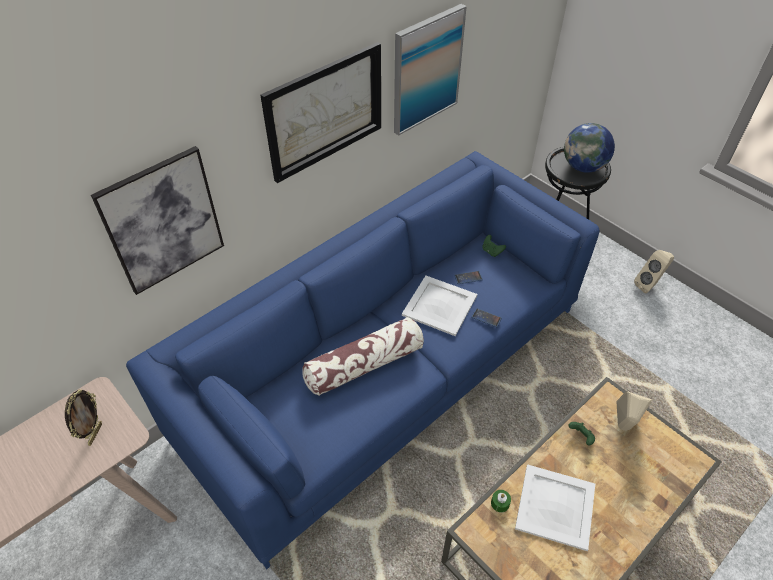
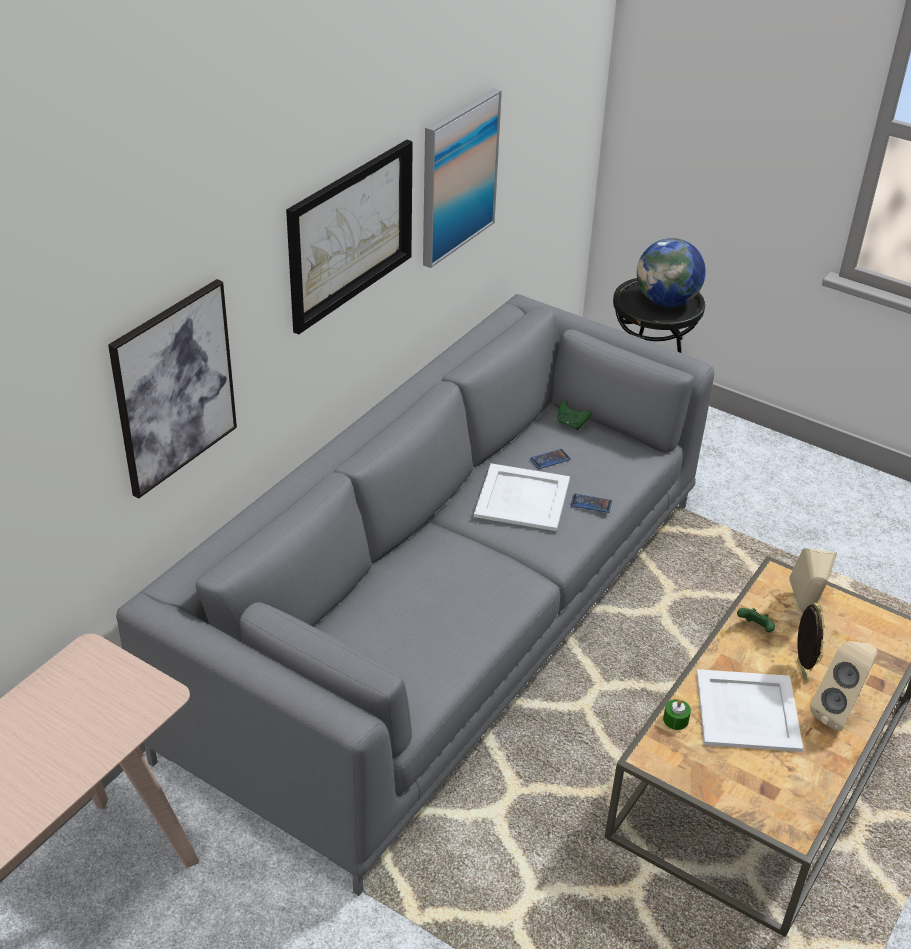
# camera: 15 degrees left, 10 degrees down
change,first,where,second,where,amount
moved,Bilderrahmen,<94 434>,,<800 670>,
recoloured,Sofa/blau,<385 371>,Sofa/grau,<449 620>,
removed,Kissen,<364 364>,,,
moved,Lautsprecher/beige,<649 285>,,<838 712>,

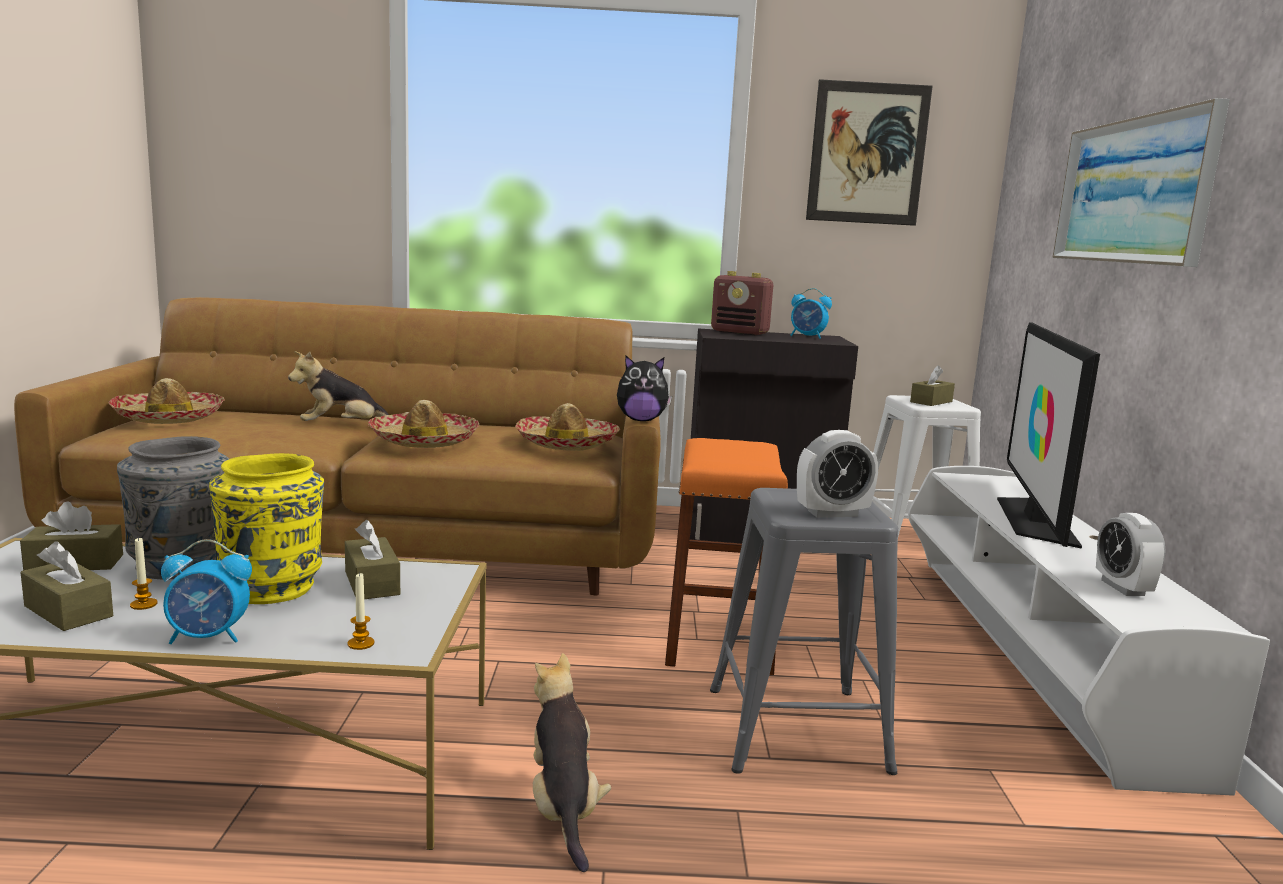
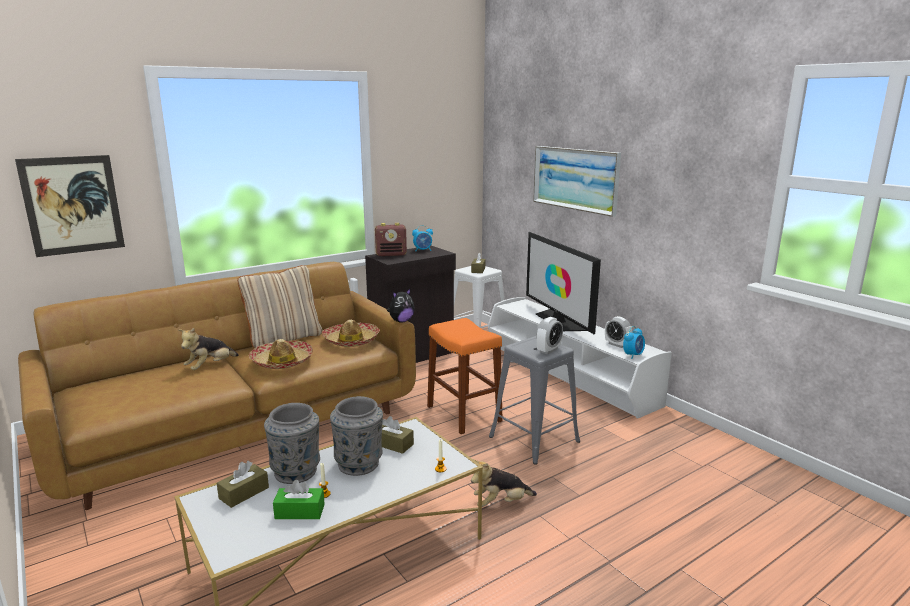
# camera: 35 degrees left, 5 degrees up
change,first,where,second,where,amount
recoloured,Taschentuchbox/braun,<68 611>,Taschentuchbox/grün,<300 511>,
removed,Hut,<168 418>,,,
moved,Wecker,<209 637>,,<633 355>,
recoloured,Vase/gelb,<273 587>,Vase/grau,<359 463>,
turned,Plüschtier,<563 808>,,<501 503>,60 degrees counterclockwise
moved,Bild,<867 153>,,<73 205>,
added,,,Kissen/beige,<284 339>,

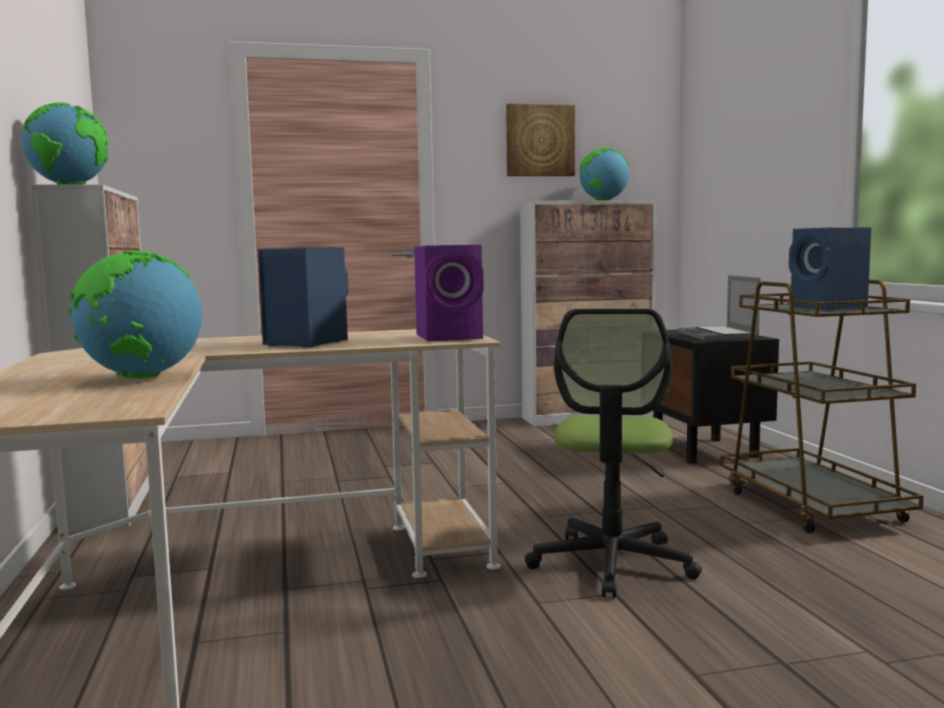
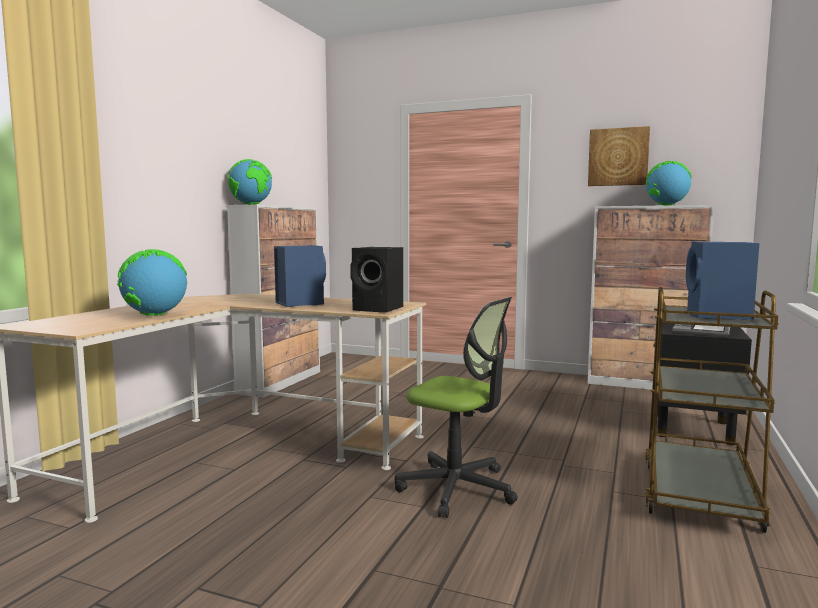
# camera: 35 degrees right, 0 degrees up
change,first,where,second,where,amount
recoloured,Lautsprecher/lila,<451 337>,Lautsprecher/schwarz,<379 309>,
turned,Bürostuhl,<612 564>,,<457 488>,105 degrees counterclockwise

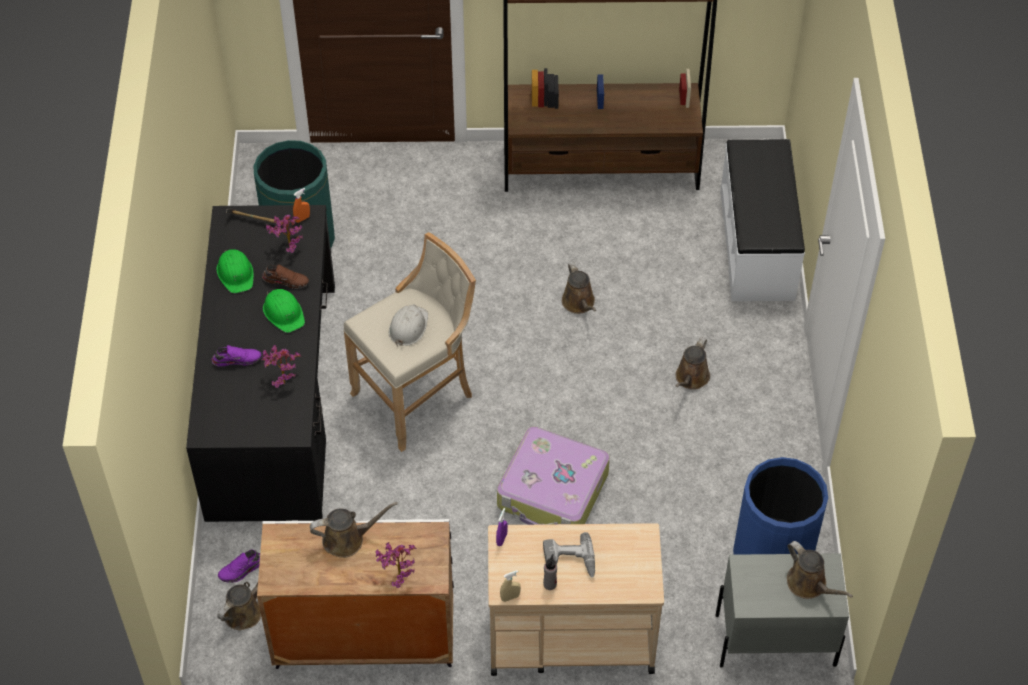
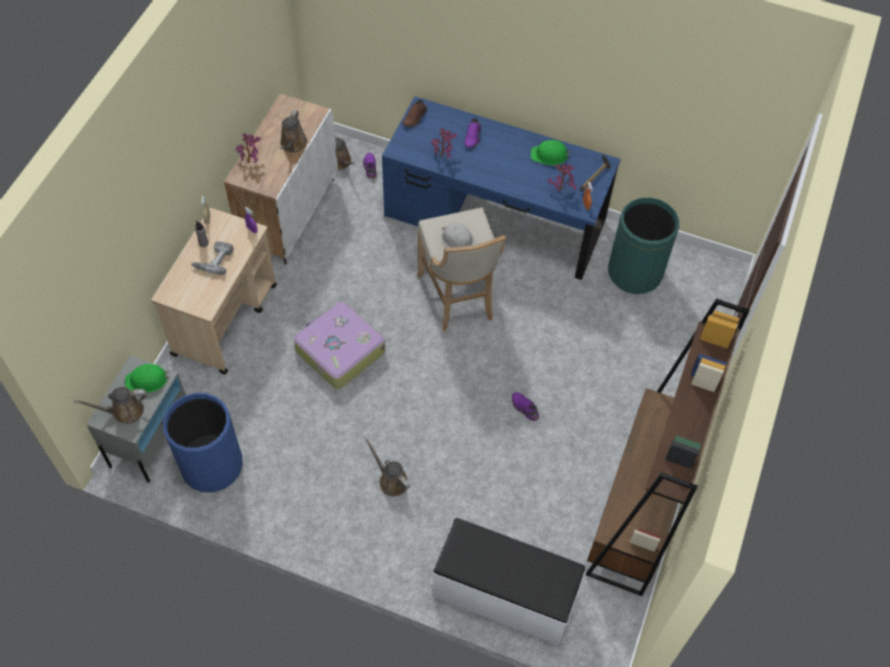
# camera: 110 degrees right, 5 degrees up
change,first,where,second,where,amount
recoloured,Schreibtisch/schwarz,<273 398>,Schreibtisch/blau,<495 218>,
moved,Schuh/braun,<286 280>,,<415 118>,
moved,Schutzhelm/grün,<284 312>,,<147 380>,
removed,Gießkanne/braun,<579 303>,,,
added,,,Schuh/lila,<524 408>,

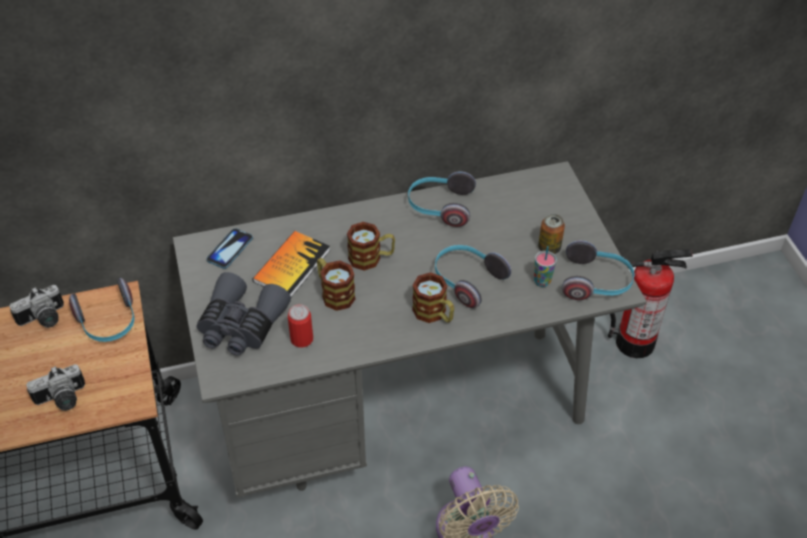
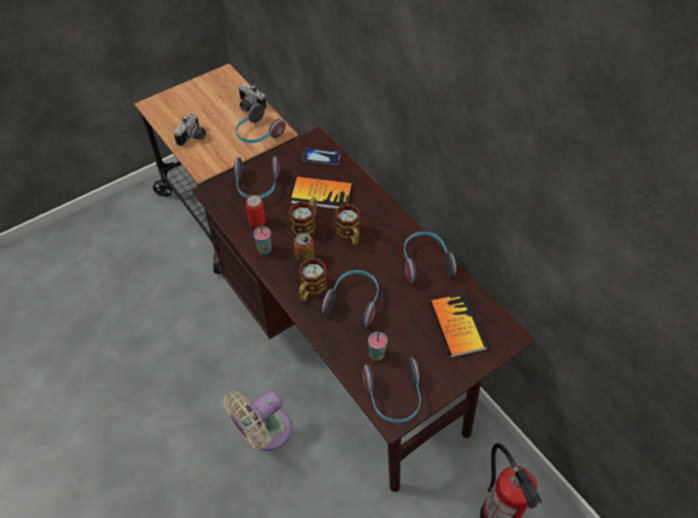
# camera: 70 degrees right, 5 degrees up
change,first,where,second,where,amount
turned,Kamera,<62 400>,,<193 137>,105 degrees counterclockwise
recoloured,Schreibtisch/grau,<402 411>,Schreibtisch/braun,<349 358>,
replaced,Fernglas/grau,<241 325>,Kopfhörer,<257 186>,
moved,Dose,<549 248>,,<305 258>,
added,,,Tasse,<264 250>,
added,,,Buch,<457 326>,

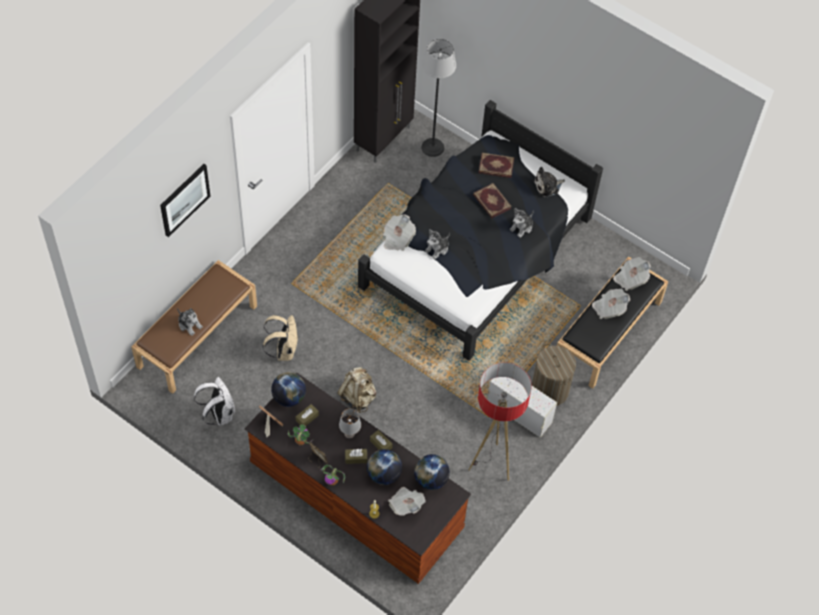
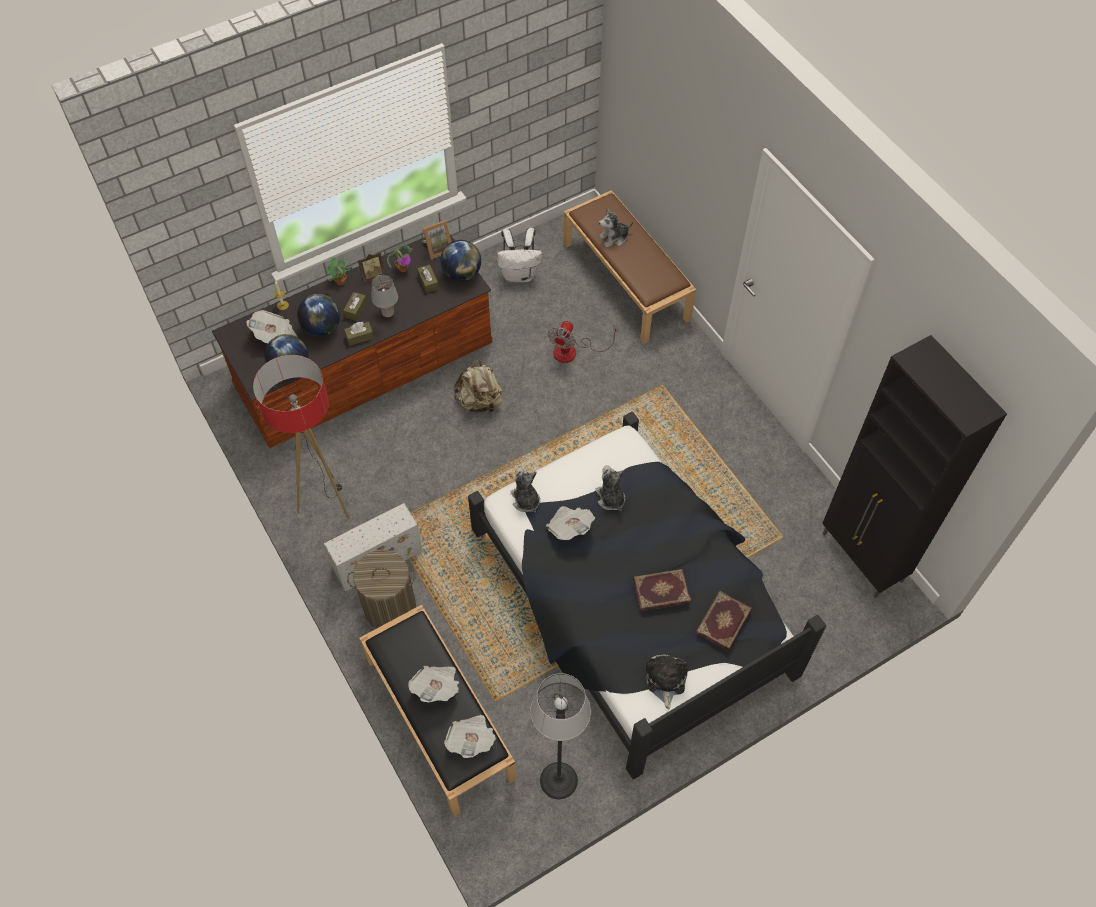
# camera: 115 degrees right, 0 degrees up
change,first,where,second,where,amount
removed,Bild,<184 199>,,,
replaced,Rucksack/beige,<283 350>,Ventilator,<573 351>,
moved,Zeitung,<397 238>,,<570 527>,
moved,Stehlampe,<432 147>,,<558 780>,
moved,Plüschtier,<521 227>,,<525 500>,

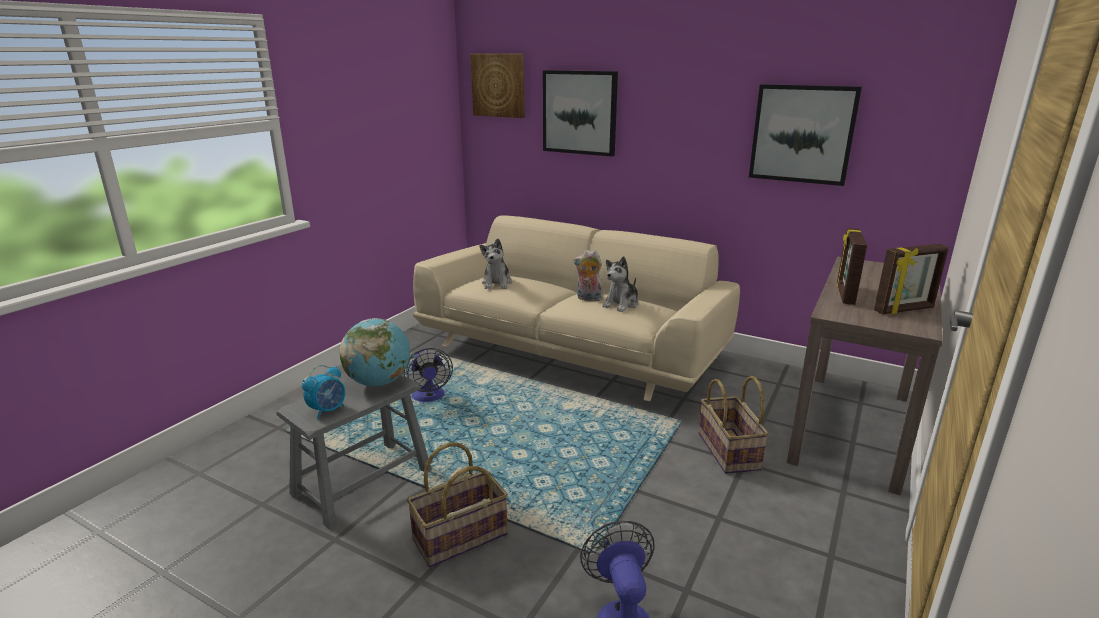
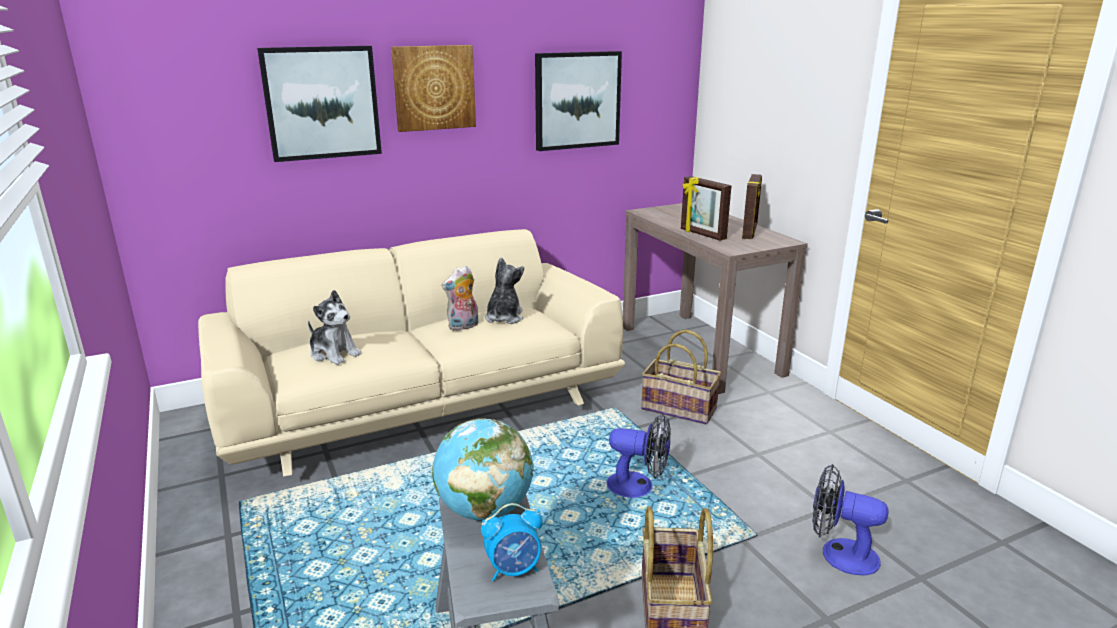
# camera: 55 degrees left, 0 degrees up
change,first,where,second,where,amount
turned,Wecker,<328 410>,,<514 570>,90 degrees clockwise
moved,Ventilator,<429 398>,,<638 487>,
moved,Bild,<498 85>,,<434 87>,
turned,Plüschtier,<621 304>,,<504 318>,150 degrees counterclockwise

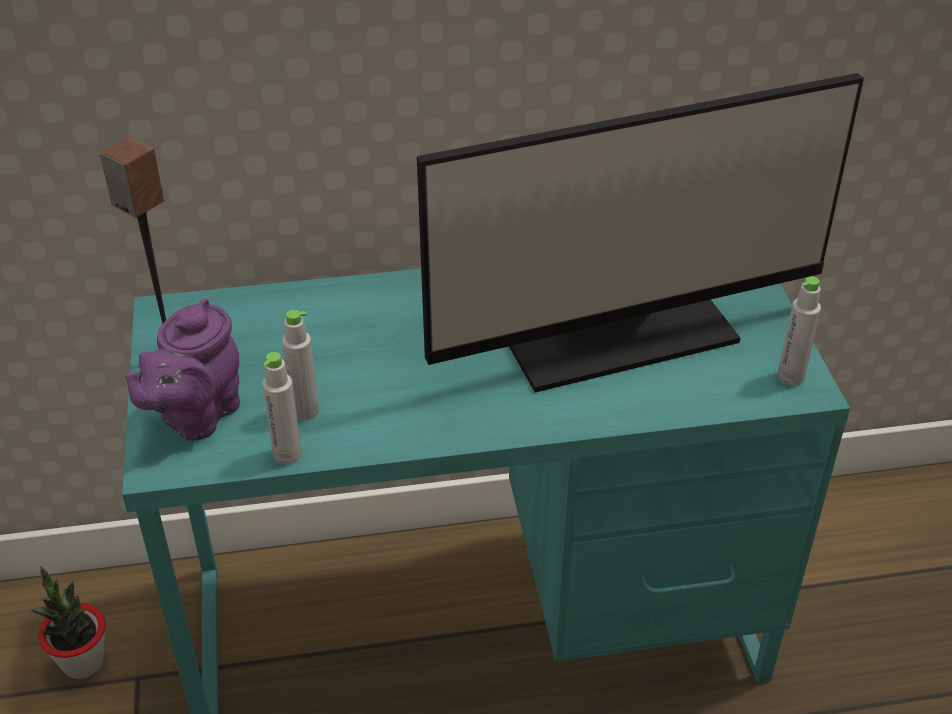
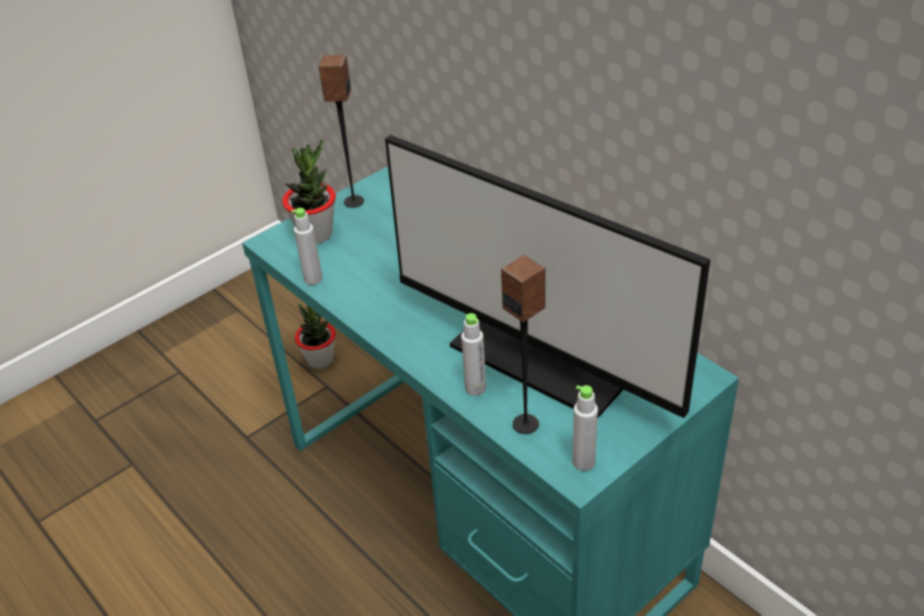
# camera: 60 degrees right, 0 degrees up
change,first,where,second,where,amount
replaced,Teekanne/lila,<196 416>,Topfpflanze,<316 234>,
moved,Flasche/grau,<305 411>,,<475 388>,
added,,,Lautsprecher,<526 424>,

